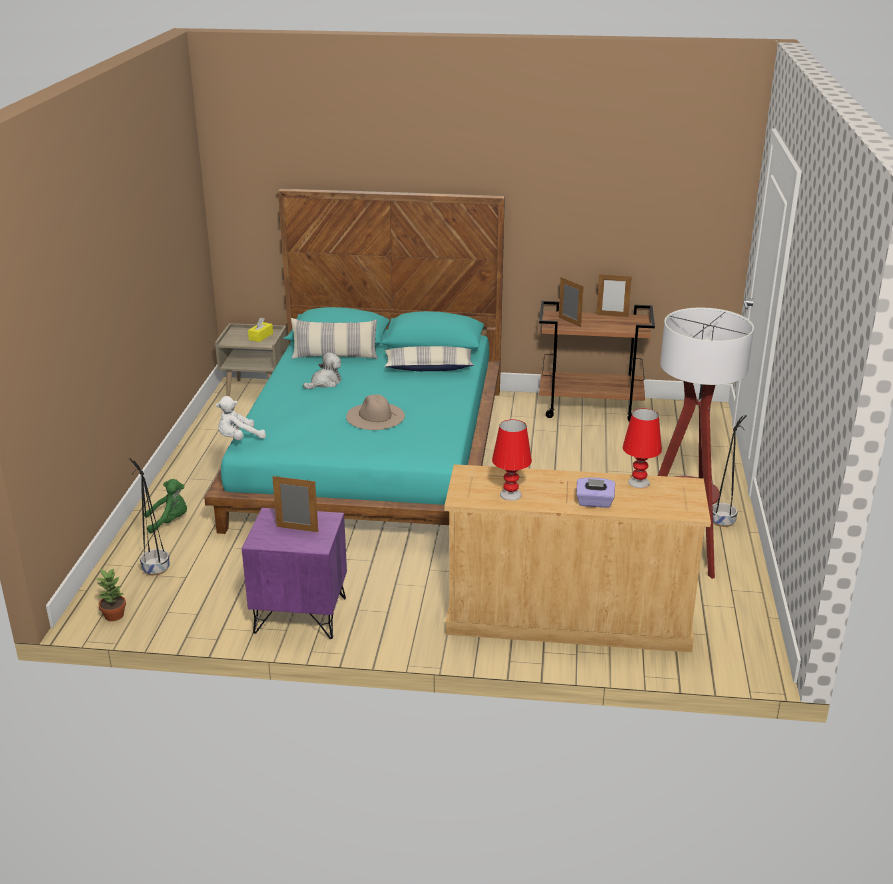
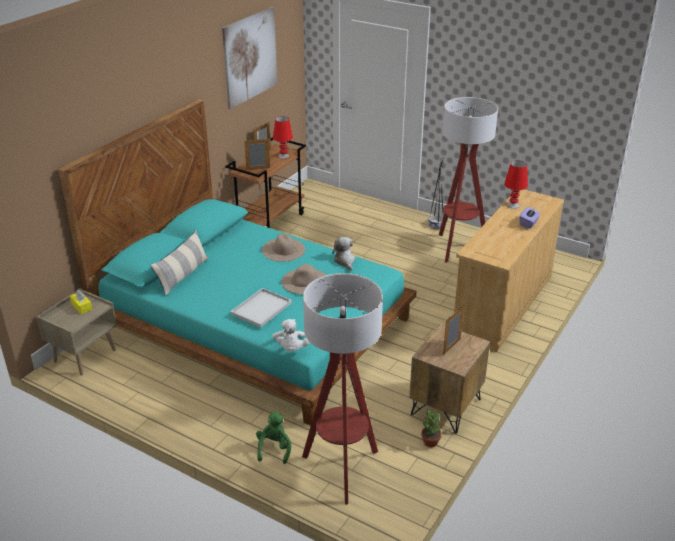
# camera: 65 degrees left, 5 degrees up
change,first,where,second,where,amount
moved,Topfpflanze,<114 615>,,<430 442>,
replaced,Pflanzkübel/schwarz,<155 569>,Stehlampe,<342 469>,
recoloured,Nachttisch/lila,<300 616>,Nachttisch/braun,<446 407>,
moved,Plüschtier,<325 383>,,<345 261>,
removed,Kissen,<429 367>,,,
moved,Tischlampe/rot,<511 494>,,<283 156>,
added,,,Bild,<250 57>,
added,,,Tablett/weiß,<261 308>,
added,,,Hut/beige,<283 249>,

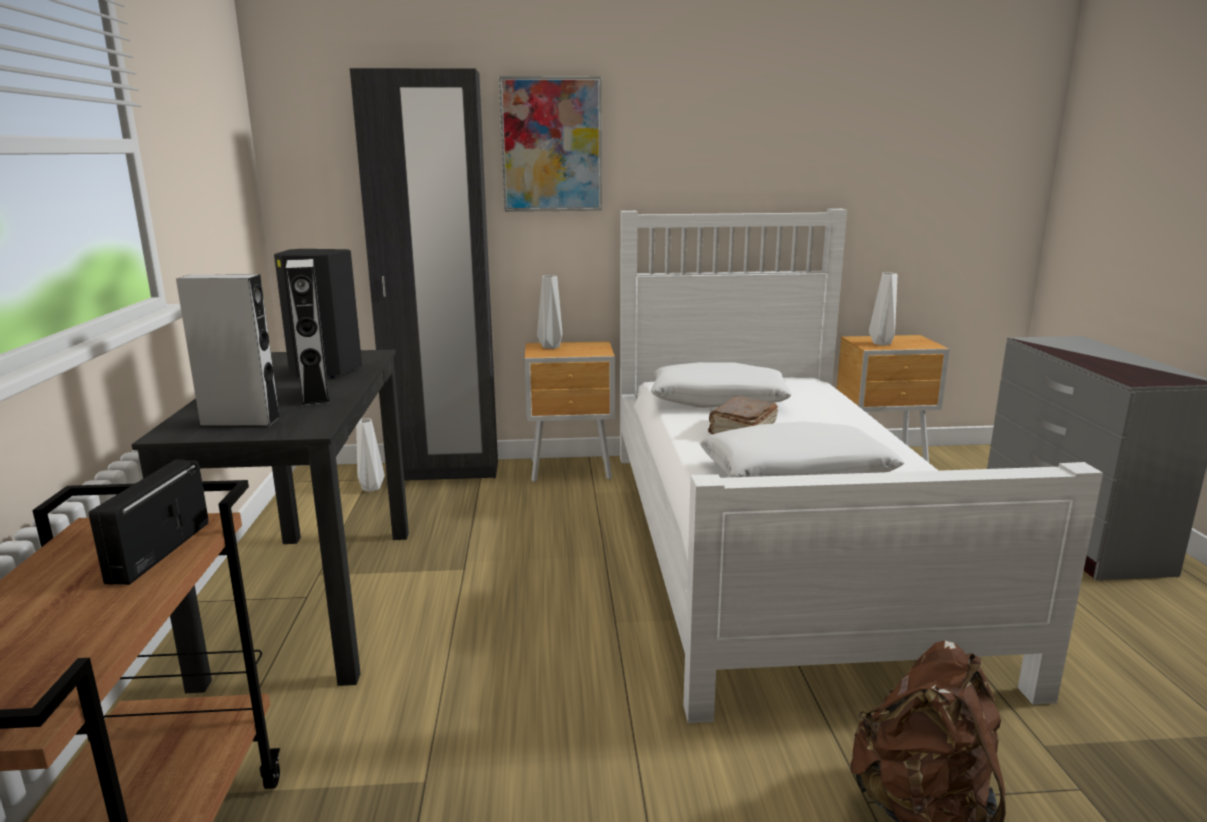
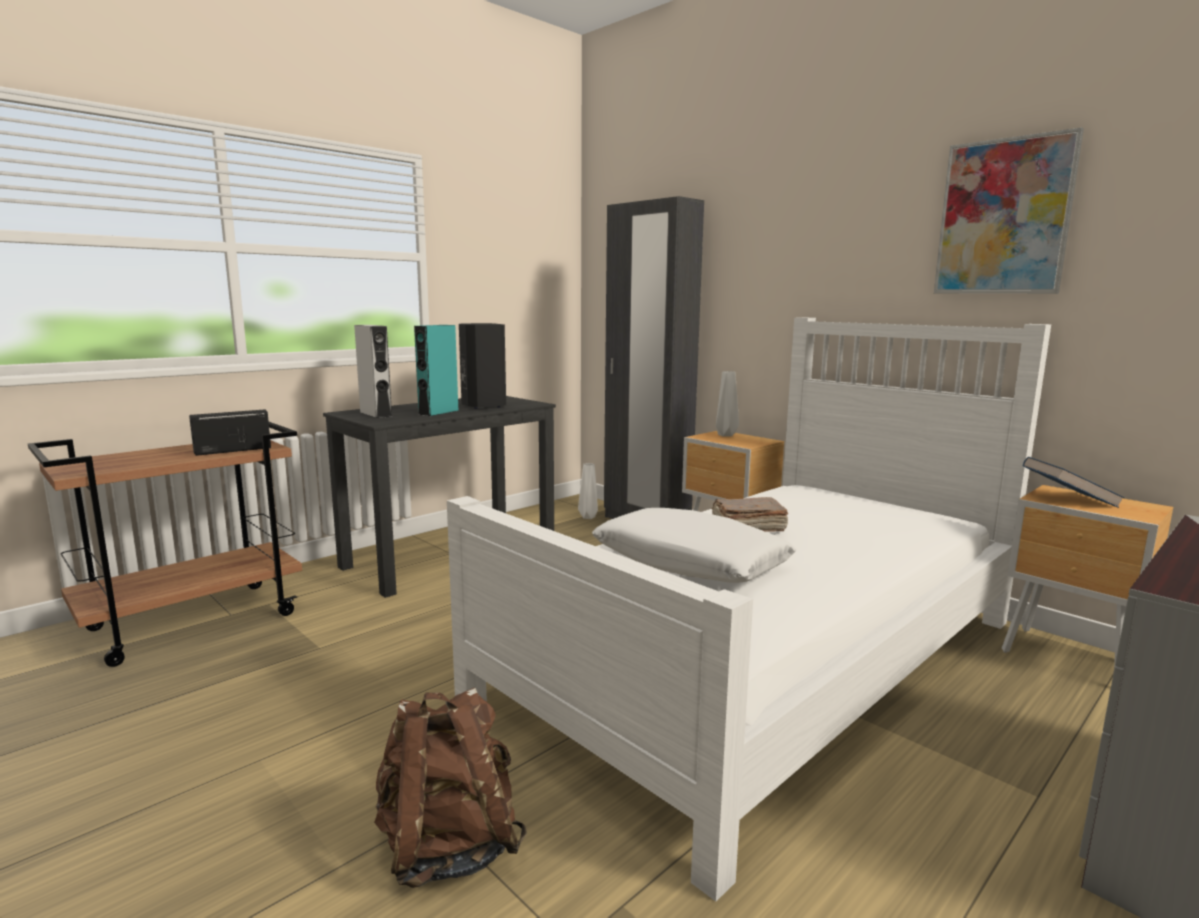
# camera: 50 degrees right, 5 degrees down
change,first,where,second,where,amount
recoloured,Lautsprecher/grau,<315 395>,Lautsprecher/türkis,<438 412>,
moved,Bild,<551 145>,,<1003 217>,
removed,Kissen/weiß,<718 400>,,,
replaced,Vase/weiß,<881 344>,Buch/blau,<1068 500>,

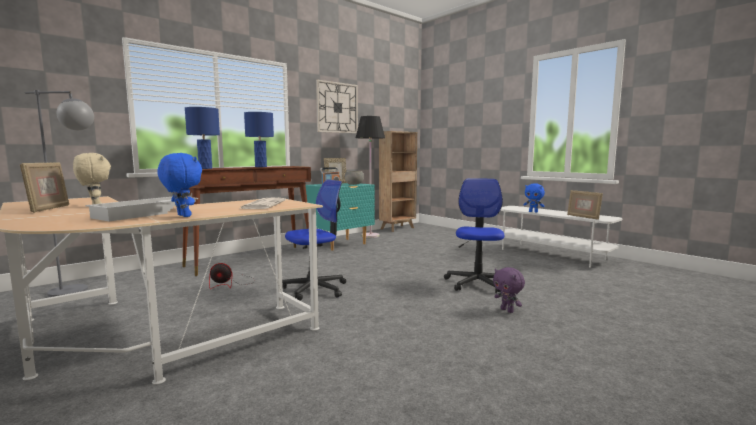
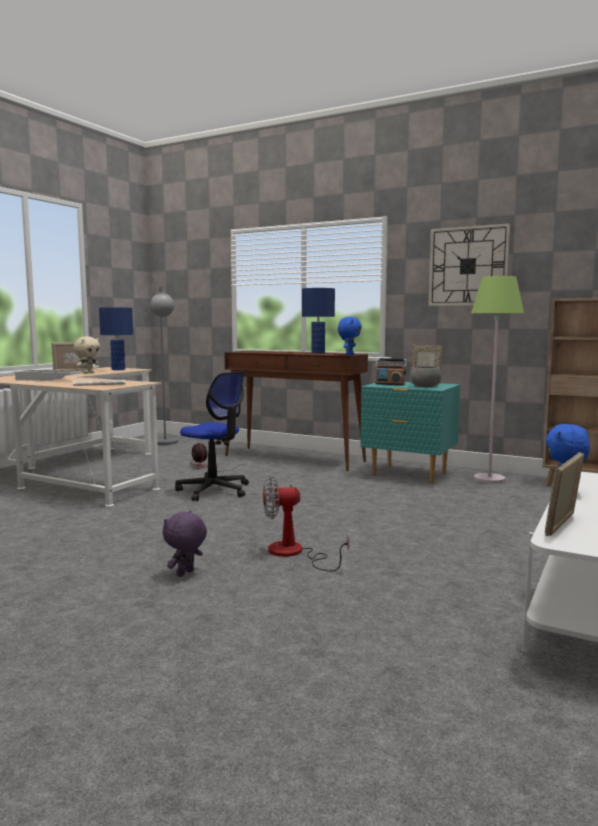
# camera: 70 degrees right, 0 degrees up
change,first,where,second,where,amount
moved,Plüschtier/blau,<182 216>,,<349 355>,
moved,Tischlampe/blau,<205 168>,,<118 369>,
recoloured,Stehlampe/schwarz,<370 236>,Stehlampe/grün,<489 479>,
replaced,Bürostuhl,<477 283>,Ventilator,<294 553>,

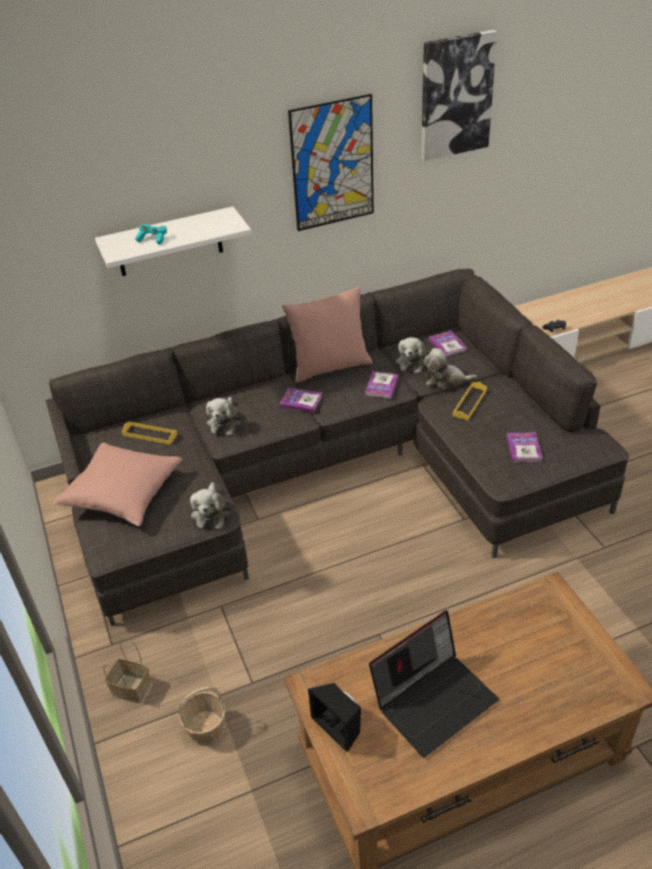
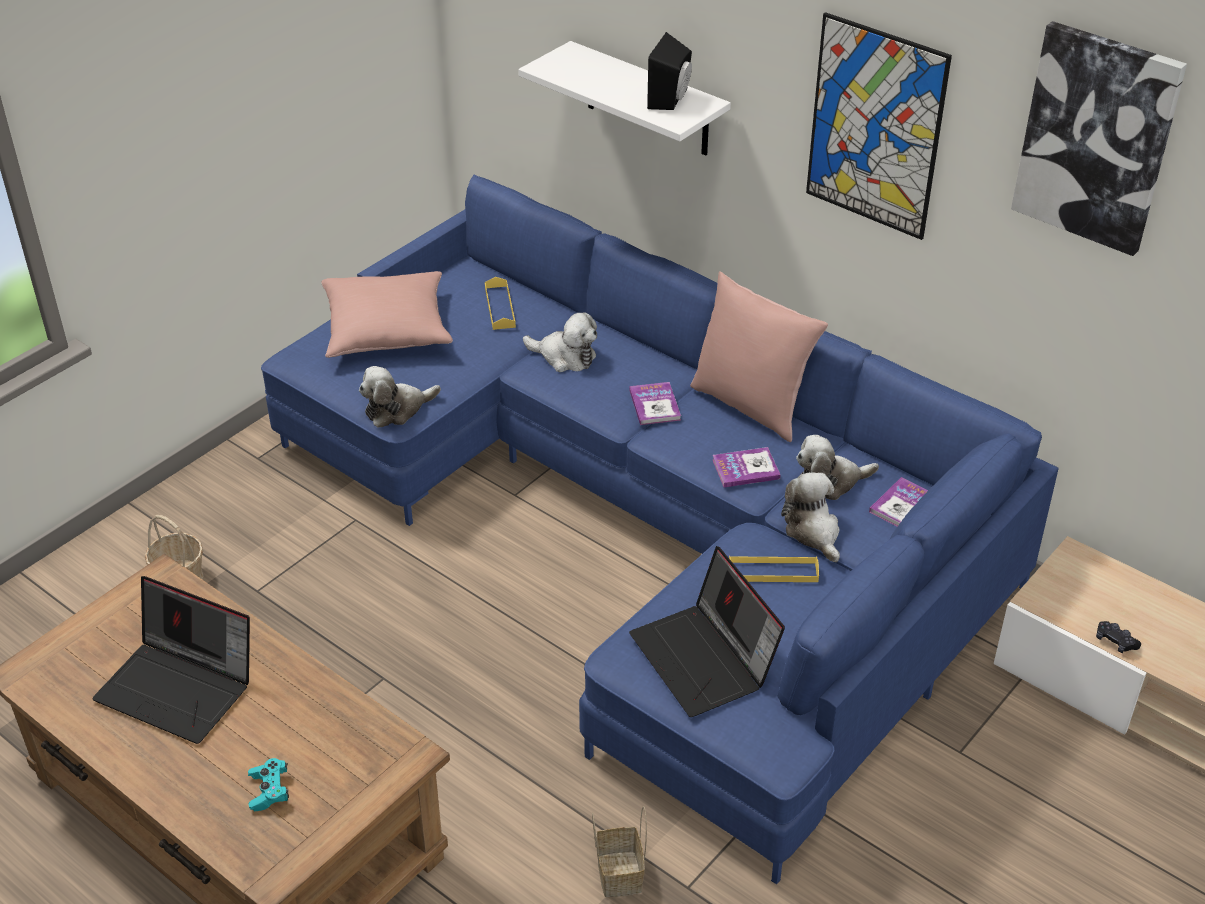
# camera: 60 degrees right, 0 degrees up
change,first,where,second,where,amount
recoloured,Sofa/grau,<332 470>,Sofa/blau,<652 529>,
moved,Korb,<130 689>,,<618 872>,
moved,Gamepad/türkis,<152 239>,,<269 791>,
turned,Plüschtier,<225 422>,,<564 357>,135 degrees counterclockwise
moved,Lautsprecher/schwarz,<340 725>,,<671 99>,
replaced,Buch,<523 448>,Laptop,<705 660>,

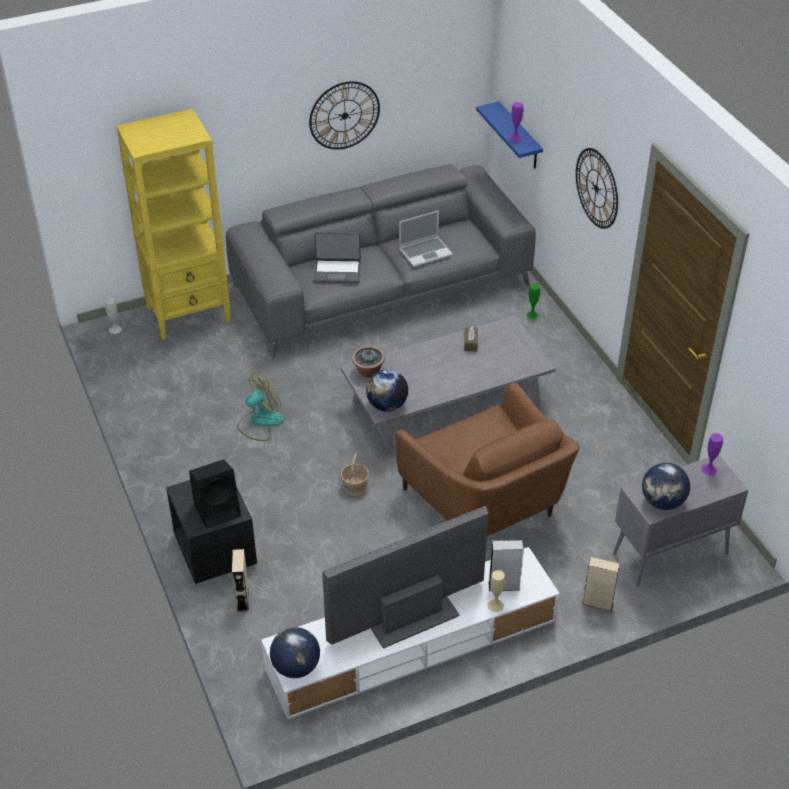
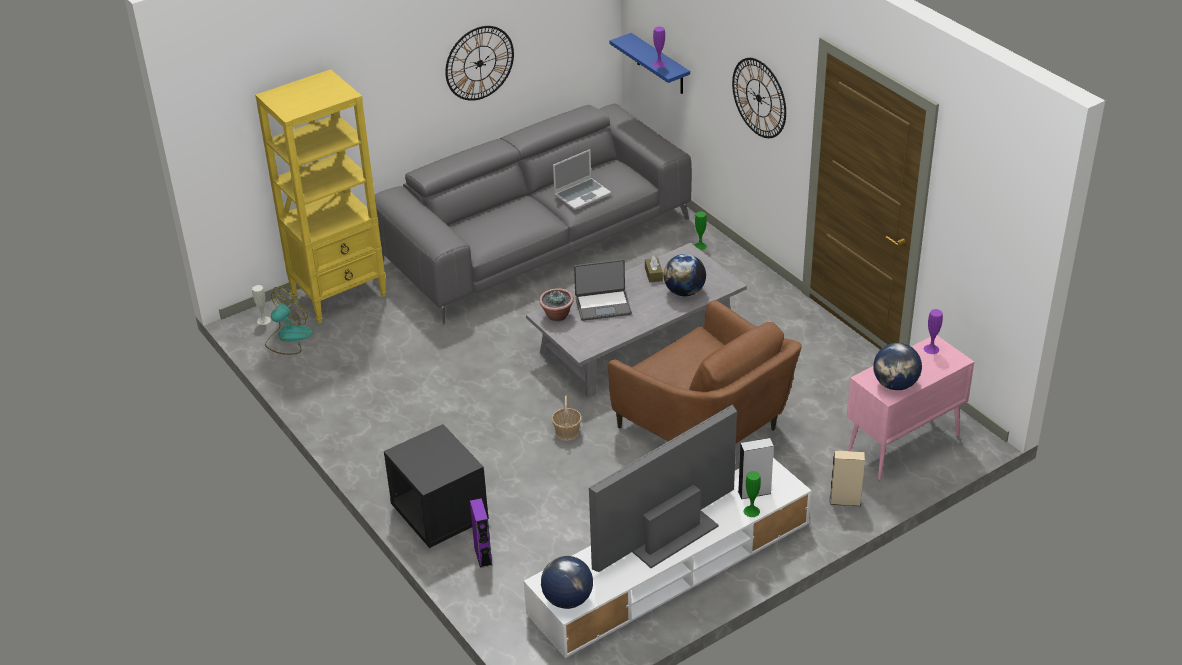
# camera: 10 degrees left, 5 degrees down
change,first,where,second,where,amount
removed,Lautsprecher/schwarz,<218 509>,,,
recoloured,Lautsprecher/beige,<242 599>,Lautsprecher/lila,<483 555>,
moved,Ventilator,<260 422>,,<288 338>,
moved,Laptop,<337 271>,,<603 305>,
moved,Globus,<387 405>,,<684 292>,
recoloured,Vase/beige,<495 605>,Vase/grün,<751 511>,
recoloured,Schrank/grau,<669 554>,Schrank/rosa,<902 445>,

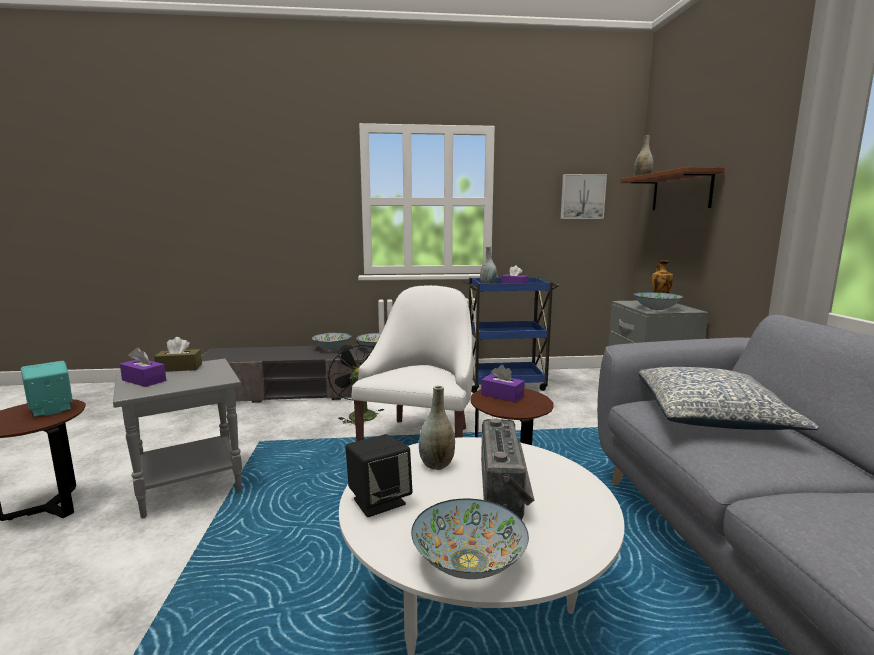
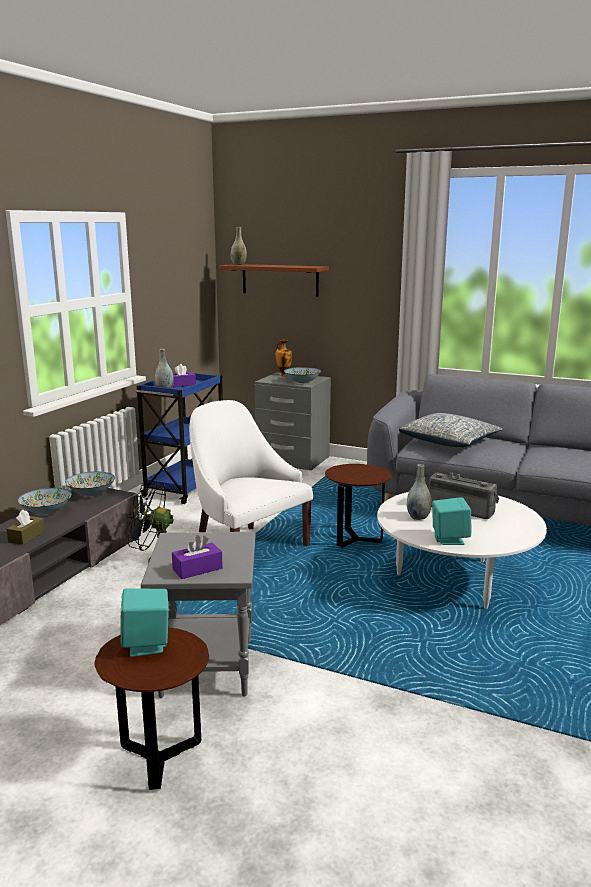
# camera: 60 degrees left, 5 degrees up
change,first,where,second,where,amount
moved,Taschentuchbox/braun,<179 368>,,<27 536>,
recoloured,Lautsprecher/schwarz,<379 501>,Lautsprecher/türkis,<449 539>,
removed,Schüssel,<468 562>,,,
removed,Taschentuchbox/lila,<502 395>,,,
removed,Bild,<582 197>,,,

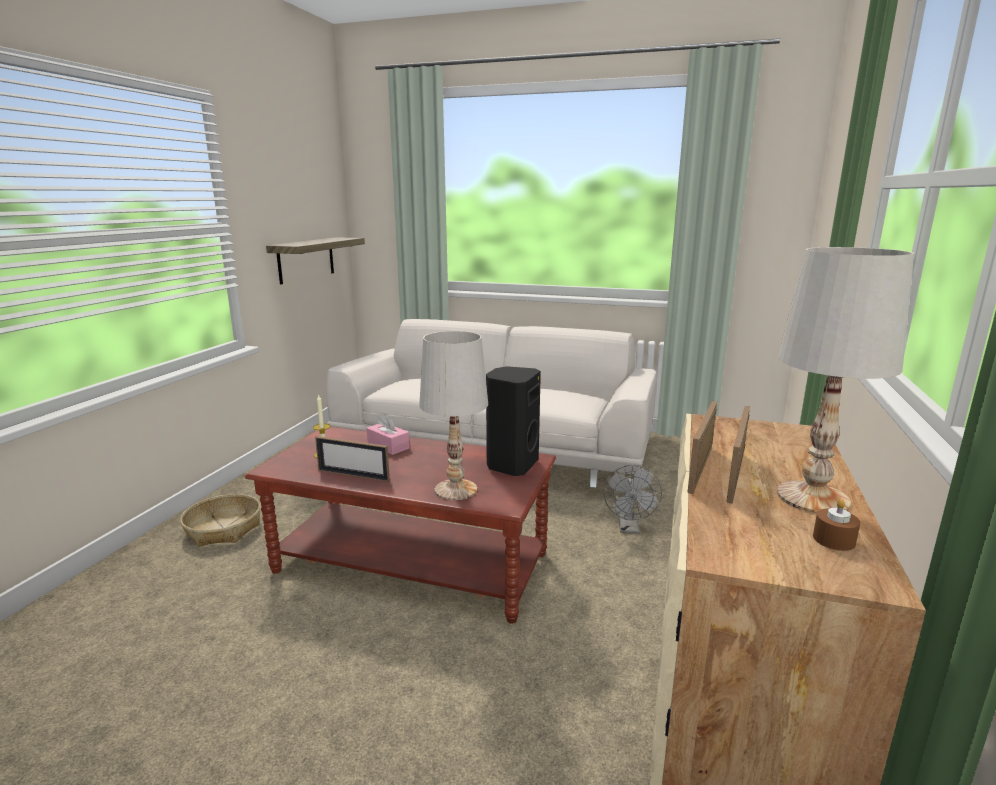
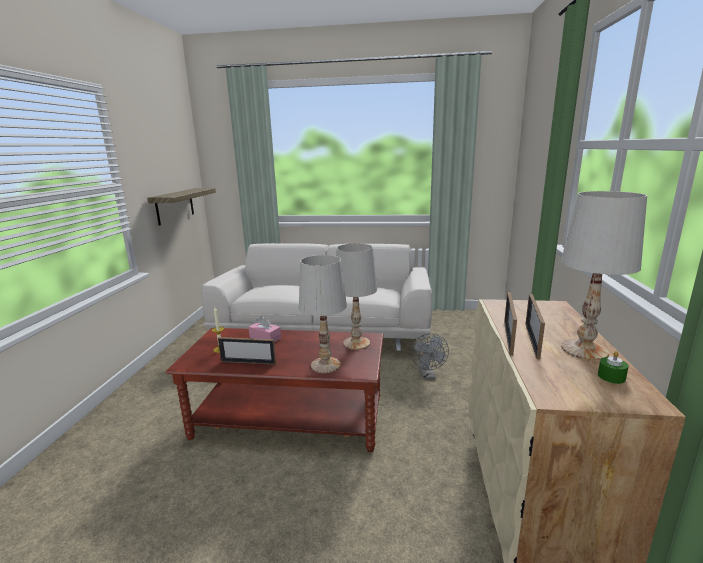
# camera: 10 degrees left, 0 degrees up
change,first,where,second,where,amount
removed,Korb,<223 529>,,,
replaced,Lautsprecher/schwarz,<511 465>,Tischlampe/weiß,<356 343>,
recoloured,Kerze/braun,<833 540>,Kerze/grün,<611 377>,

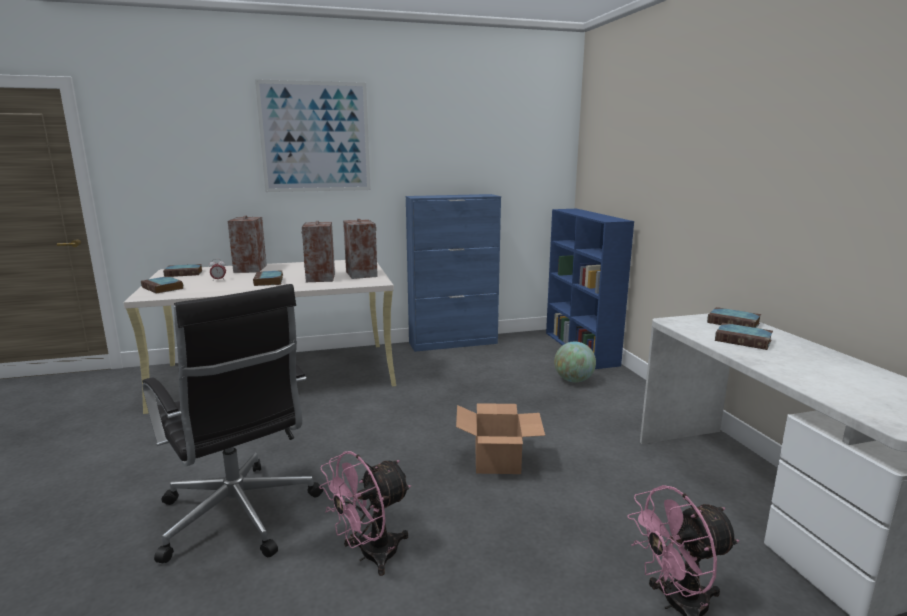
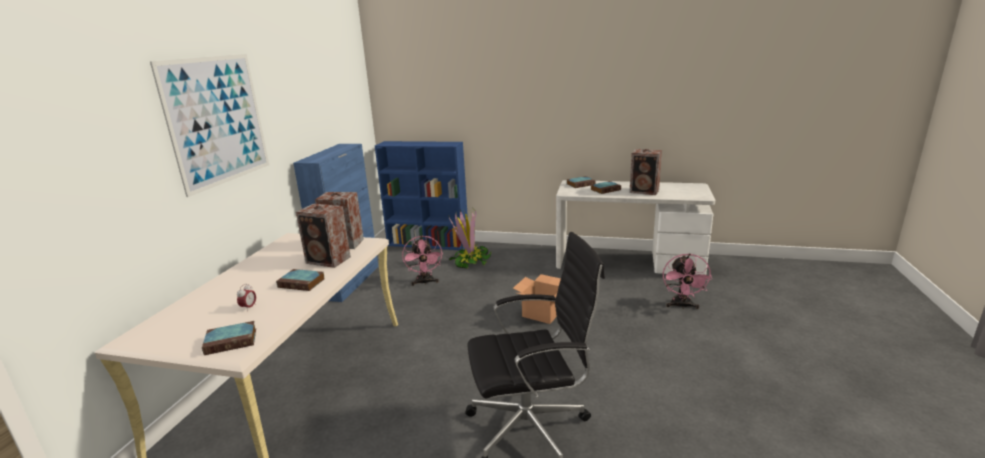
# camera: 60 degrees left, 5 degrees up
change,first,where,second,where,amount
removed,Buch,<185 273>,,,
moved,Lautsprecher,<249 269>,,<645 191>,
moved,Ventilator/rosa,<370 556>,,<425 282>,
replaced,Globus,<573 380>,Topfpflanze,<470 261>,

